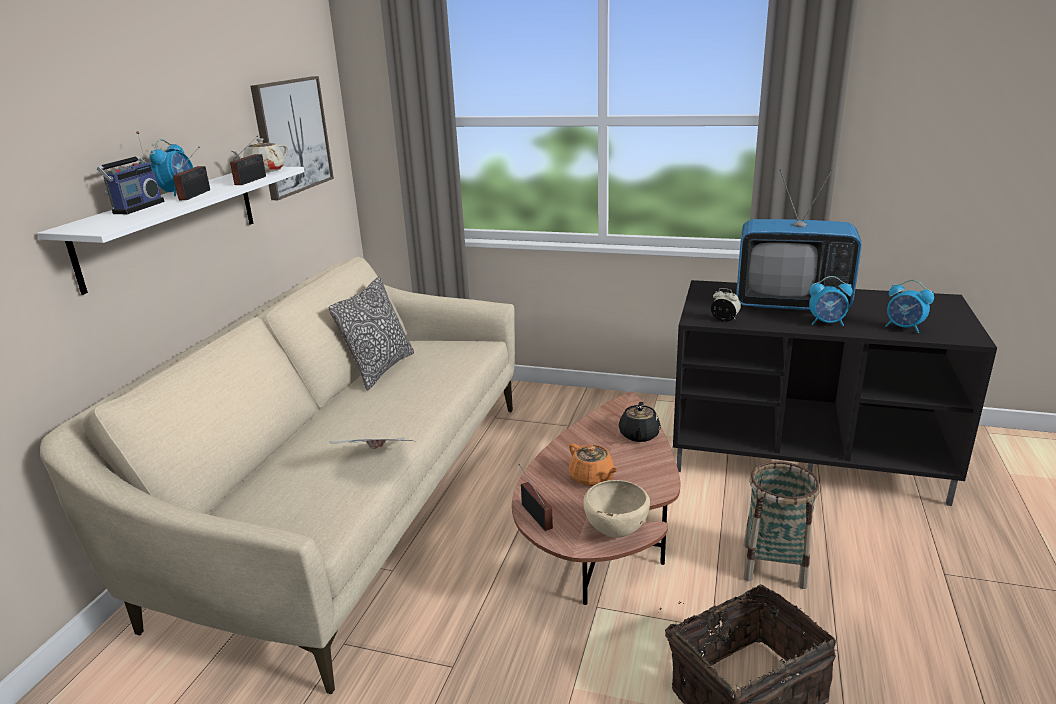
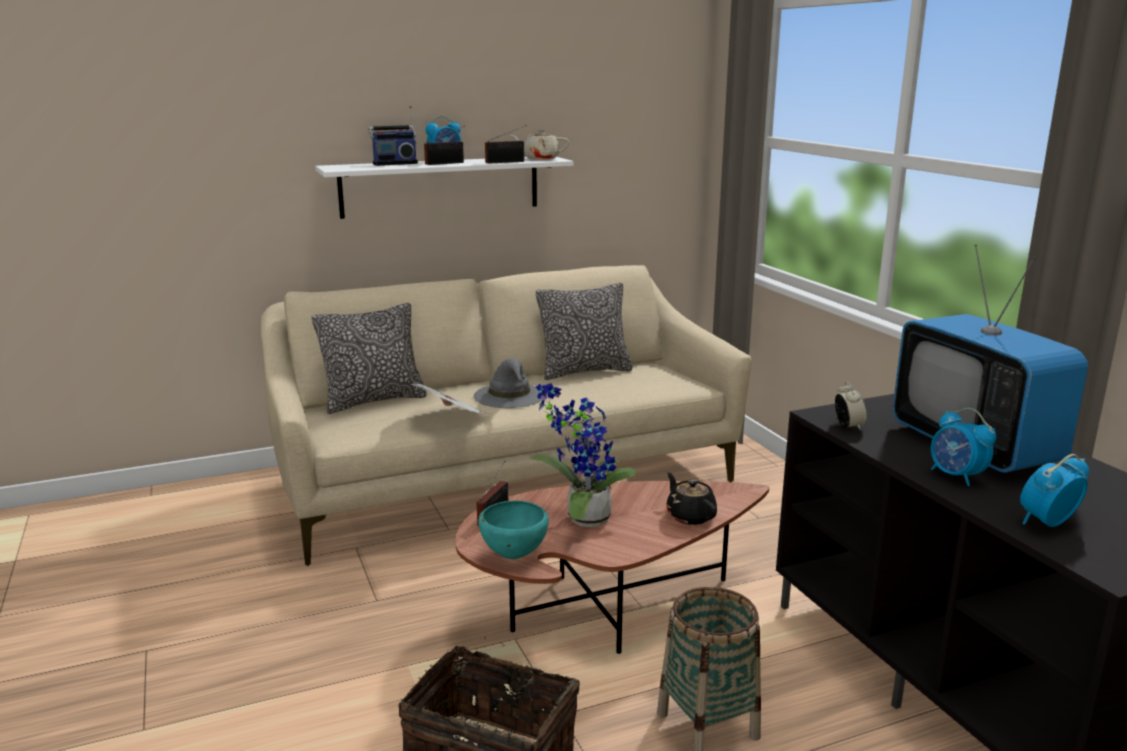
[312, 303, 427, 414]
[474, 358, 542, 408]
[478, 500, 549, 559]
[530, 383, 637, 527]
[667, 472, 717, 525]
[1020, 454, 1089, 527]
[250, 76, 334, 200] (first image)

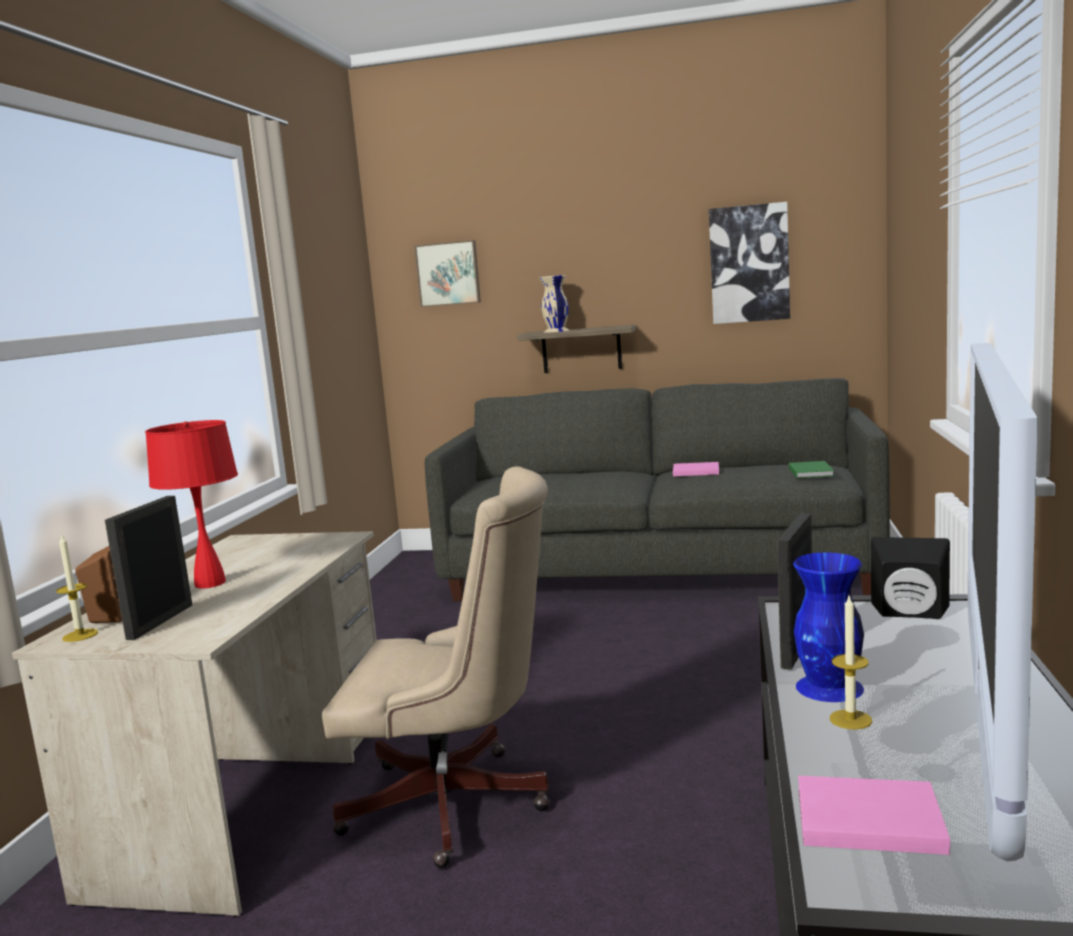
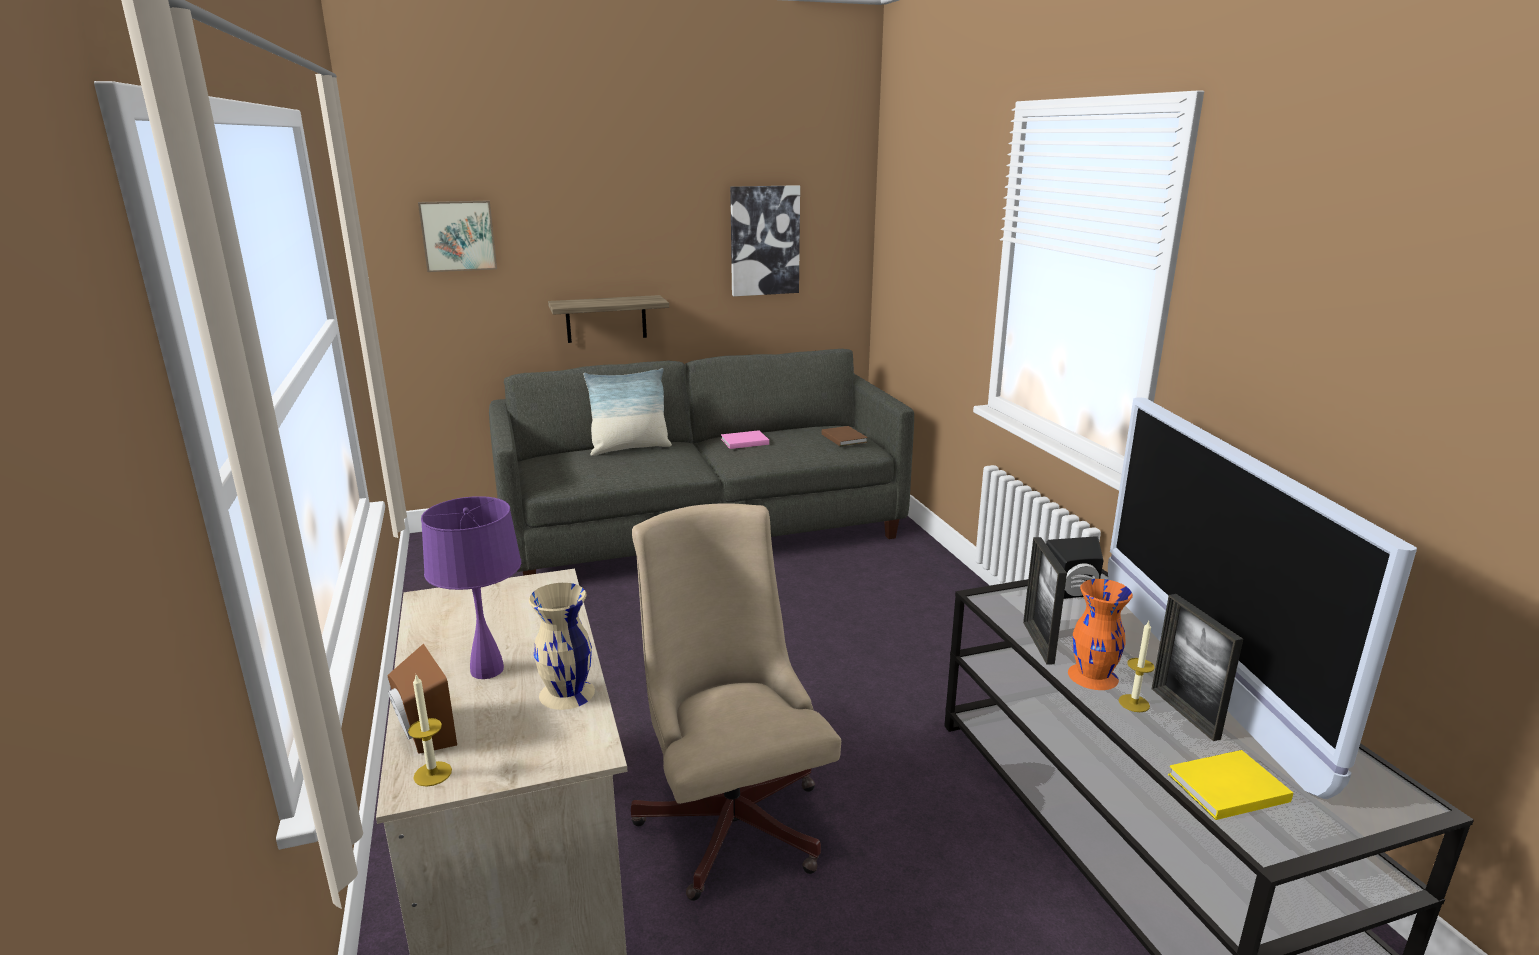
[421, 496, 521, 679]
[529, 583, 595, 710]
[584, 368, 672, 456]
[631, 503, 841, 901]
[822, 426, 868, 446]
[1068, 579, 1133, 690]
[1152, 594, 1243, 741]
[1168, 750, 1293, 820]

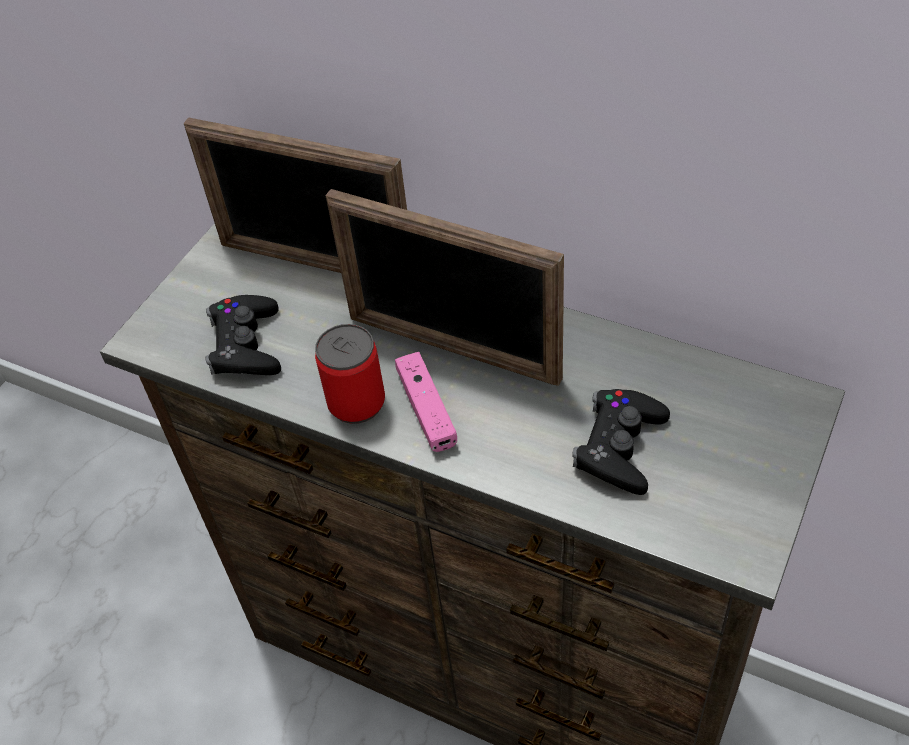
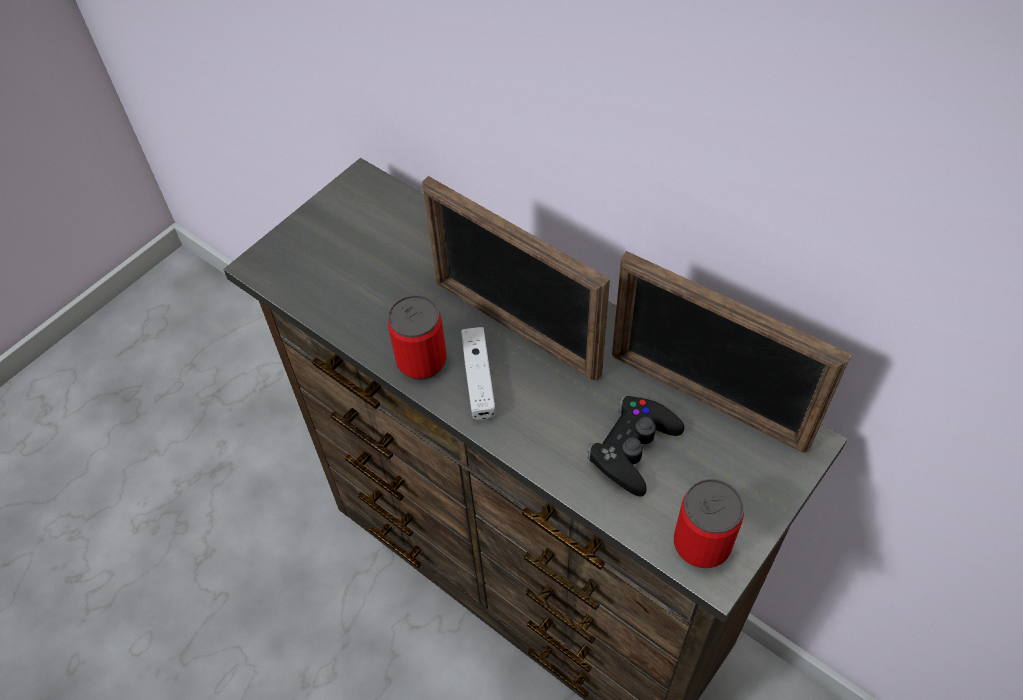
[461, 327, 496, 420]
[612, 251, 852, 453]
[674, 479, 744, 568]
[205, 295, 281, 375] (first image)

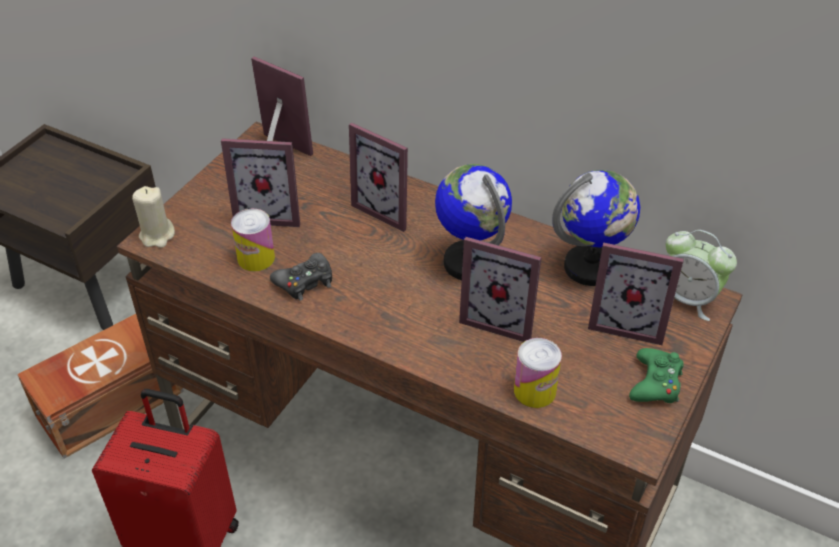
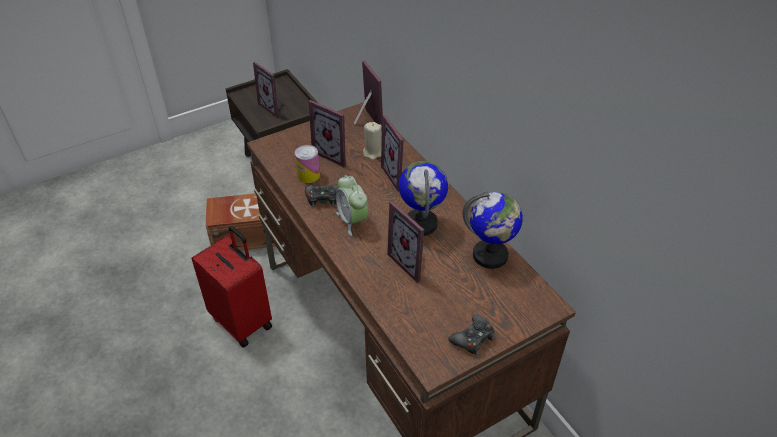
[253, 62, 281, 118]
[336, 175, 368, 236]
[363, 122, 382, 160]
[448, 314, 495, 355]
[514, 338, 562, 408] (first image)

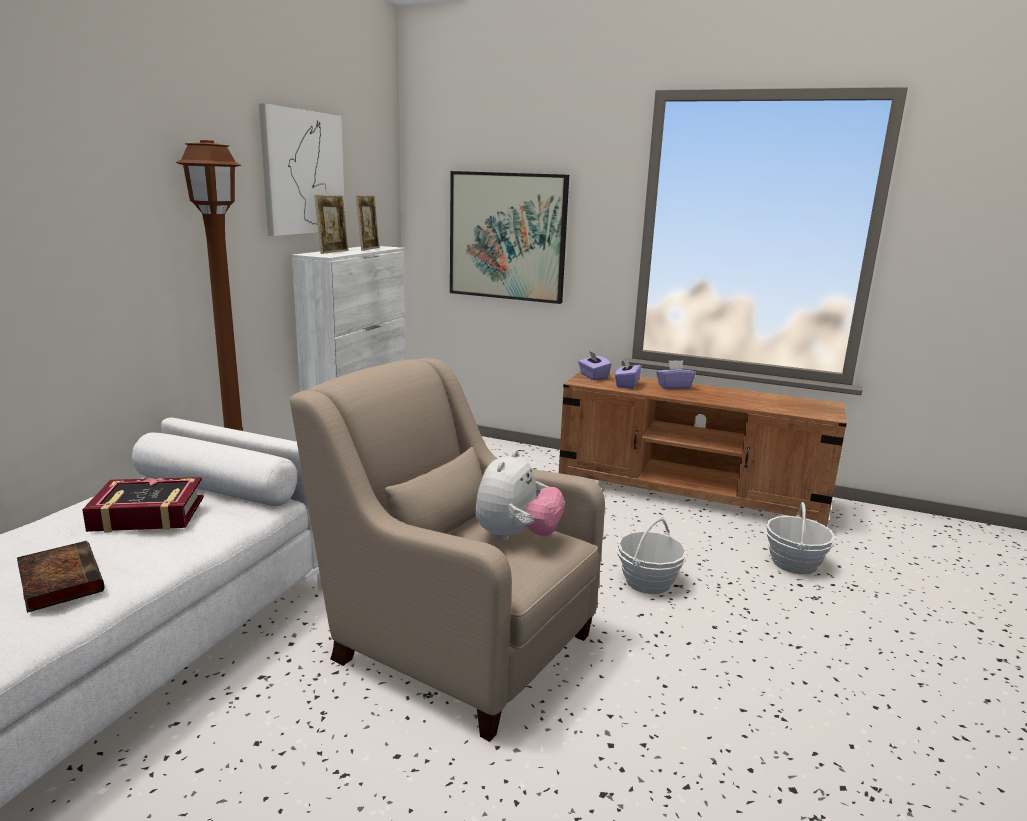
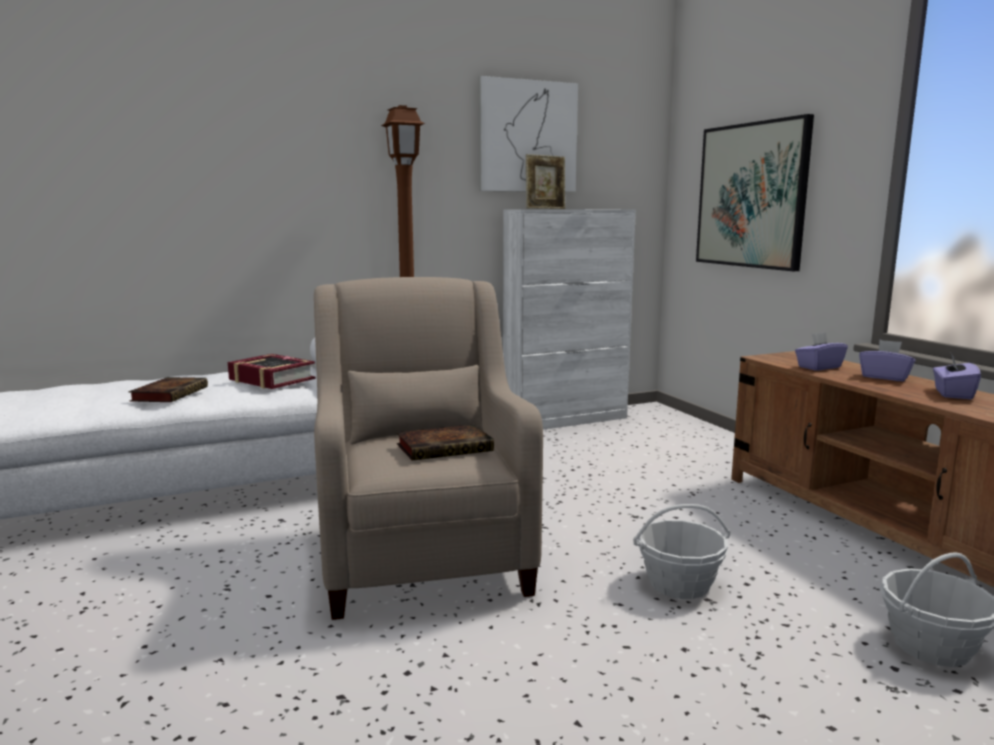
[397, 424, 494, 461]
[933, 354, 981, 399]
[356, 195, 379, 251] (first image)

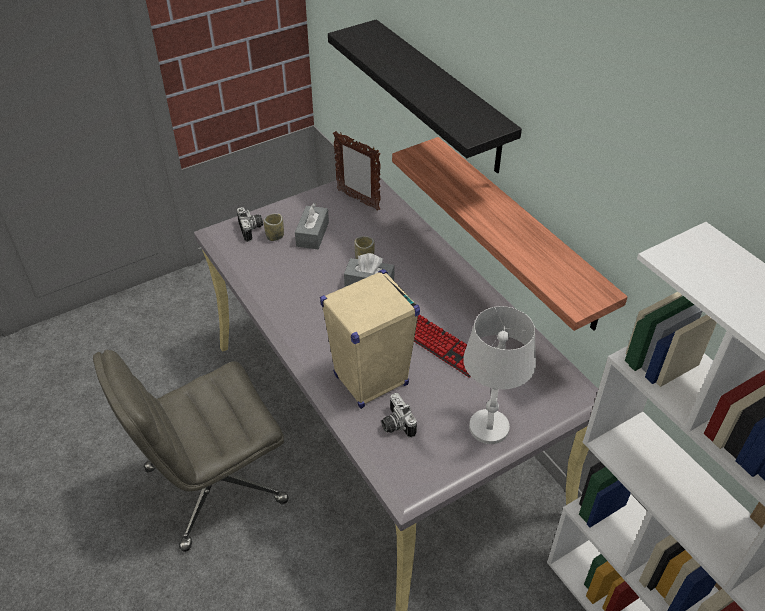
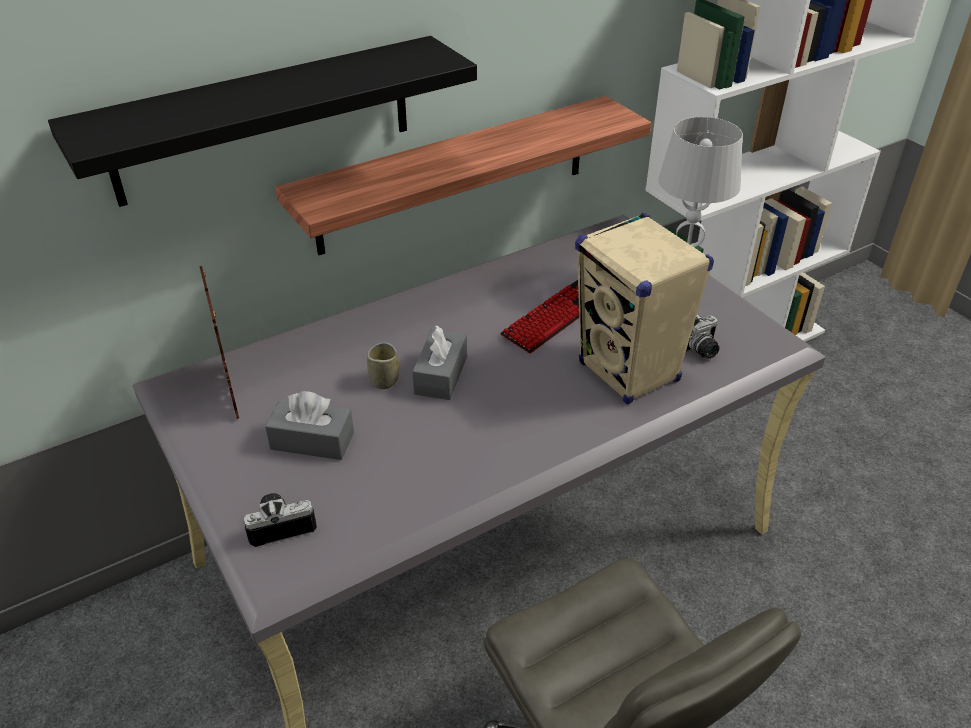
[199, 266, 239, 419]
[264, 213, 284, 241] (first image)

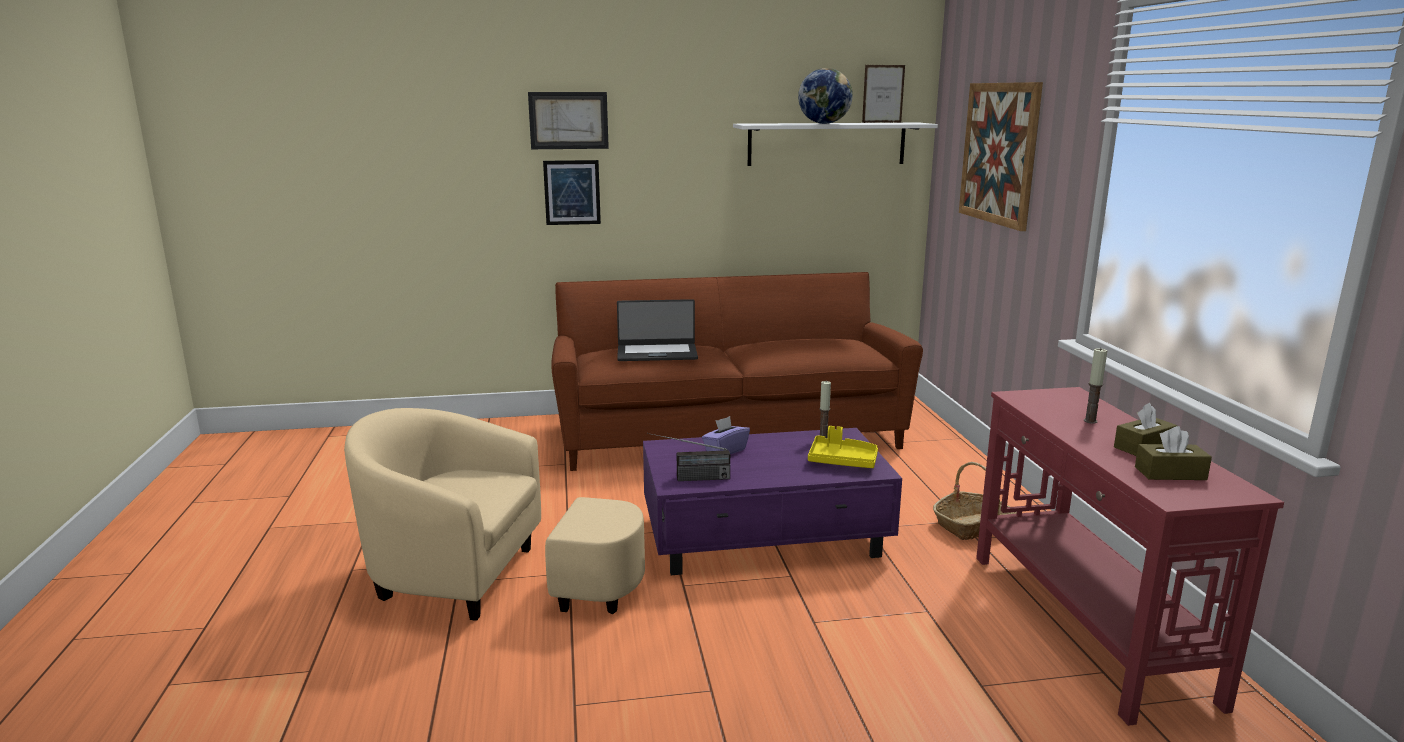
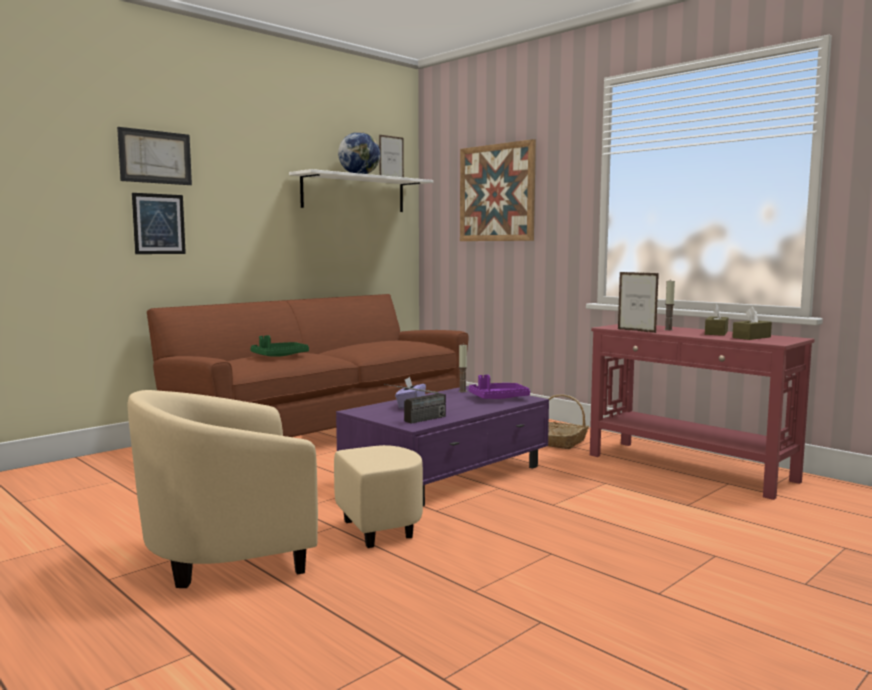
[250, 335, 309, 357]
[469, 375, 530, 399]
[618, 272, 659, 333]

